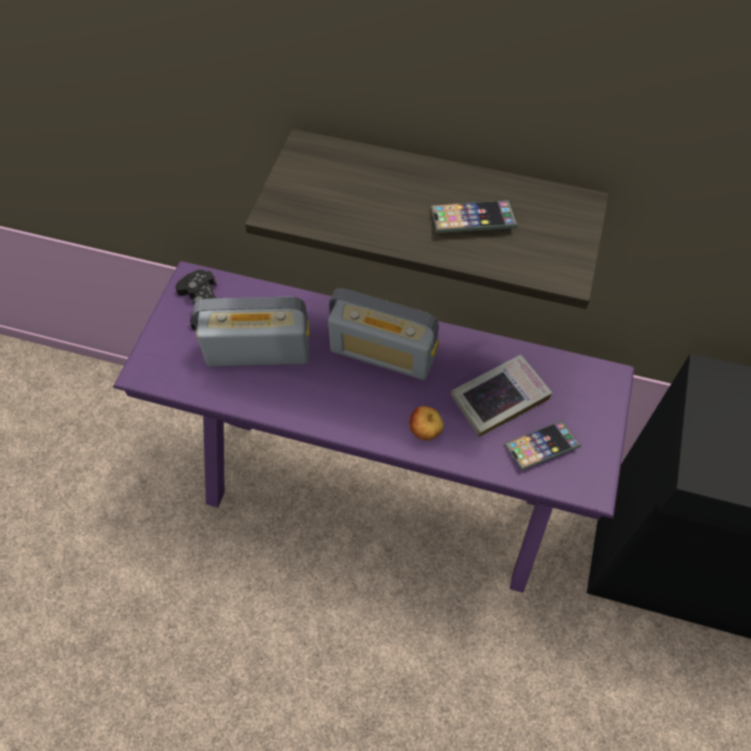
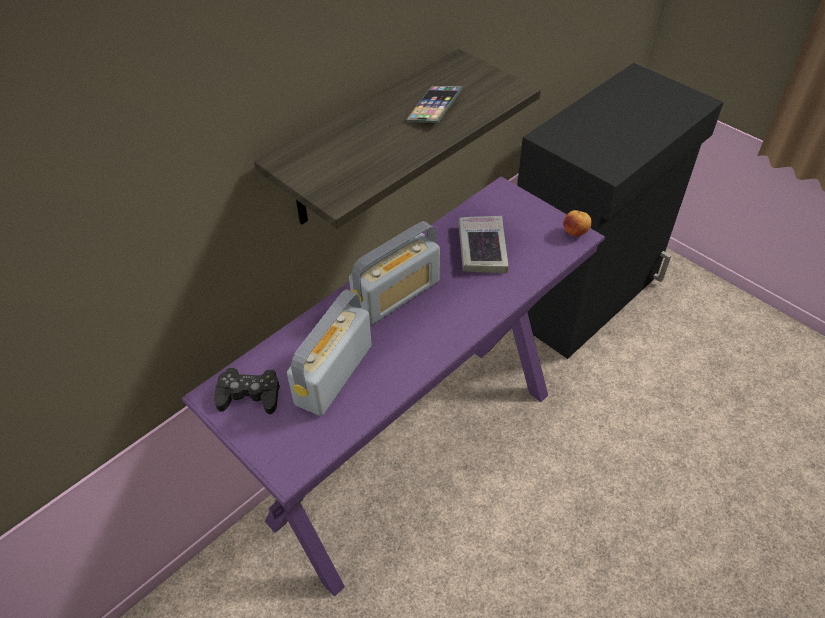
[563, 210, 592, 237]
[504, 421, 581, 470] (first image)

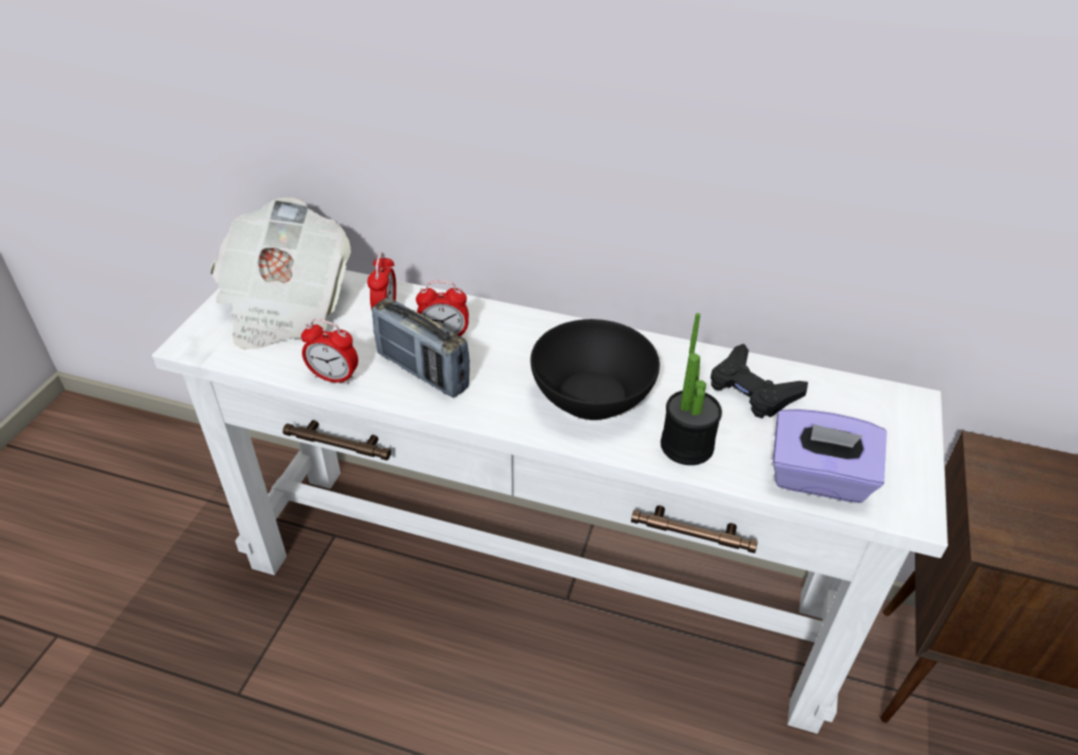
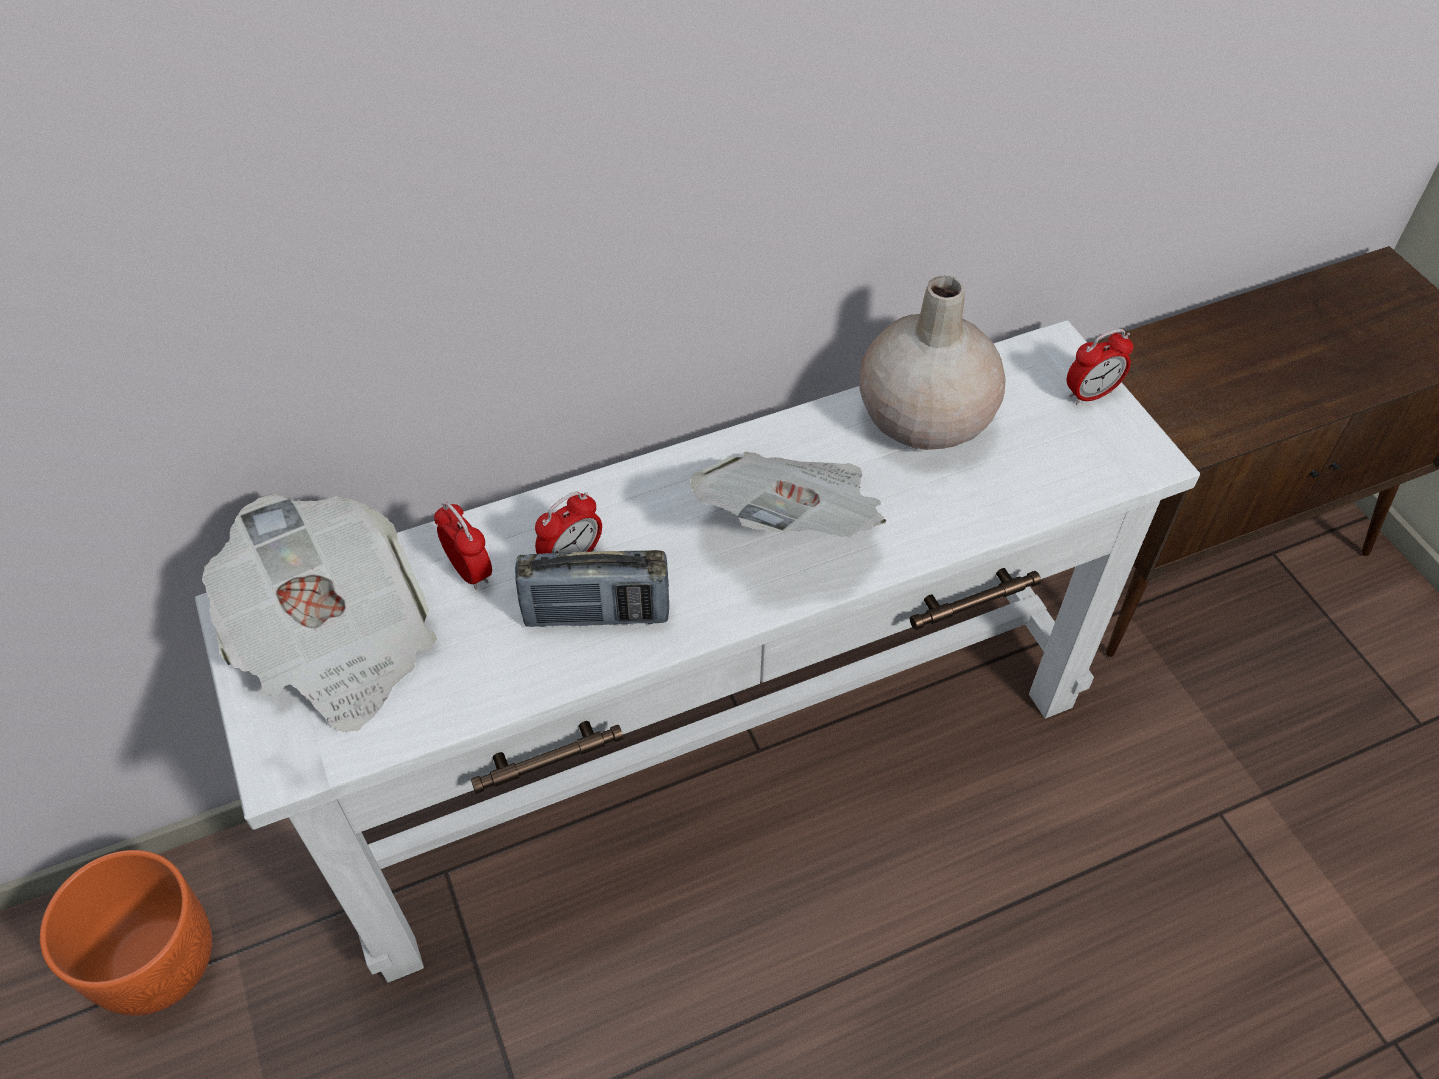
[40, 850, 212, 1016]
[690, 452, 886, 537]
[859, 276, 1006, 450]
[1067, 329, 1134, 405]
[661, 313, 722, 465] (first image)
[773, 409, 887, 503] (first image)

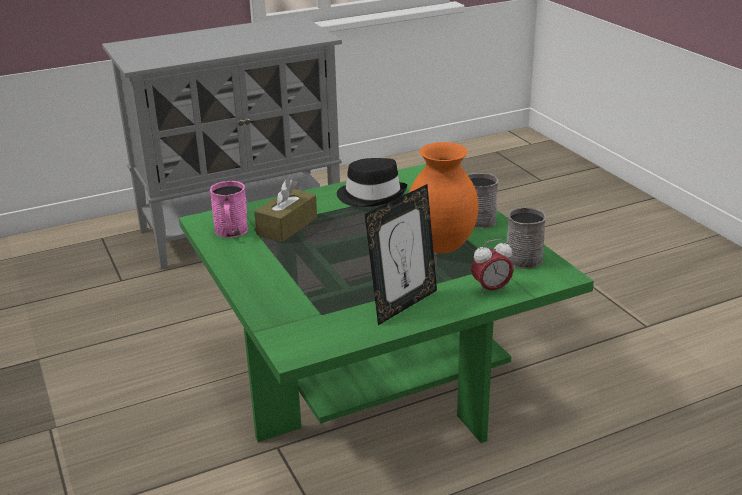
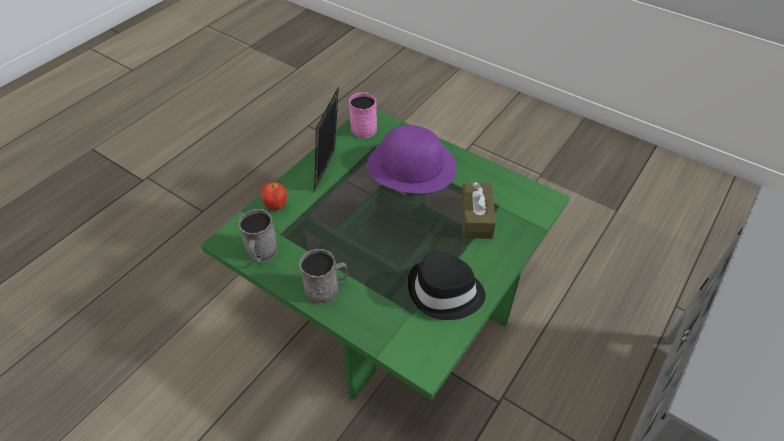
[261, 182, 287, 210]
[349, 92, 377, 138]
[367, 125, 457, 193]
[409, 142, 478, 253] (first image)

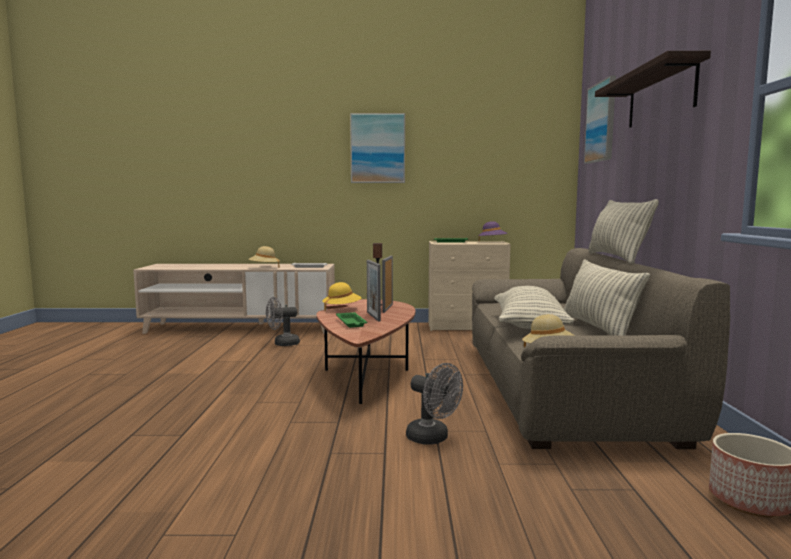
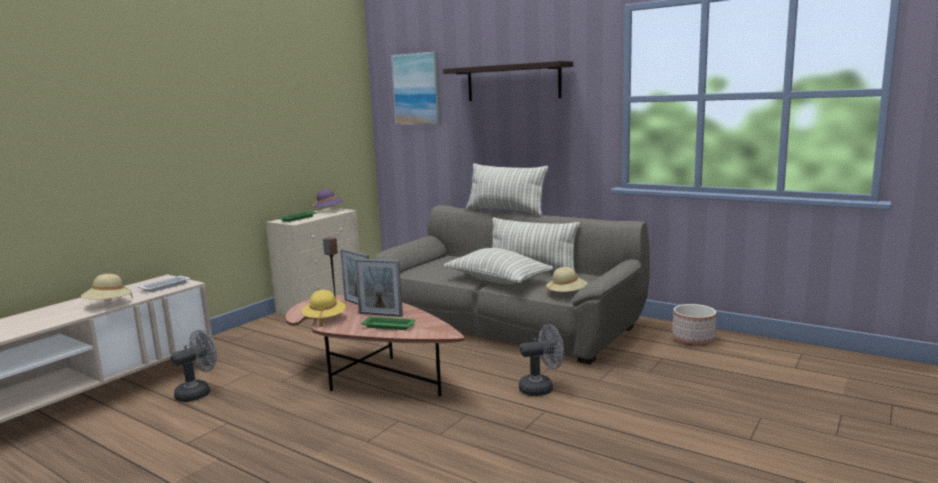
[171, 330, 217, 402]
[350, 113, 405, 183] (first image)

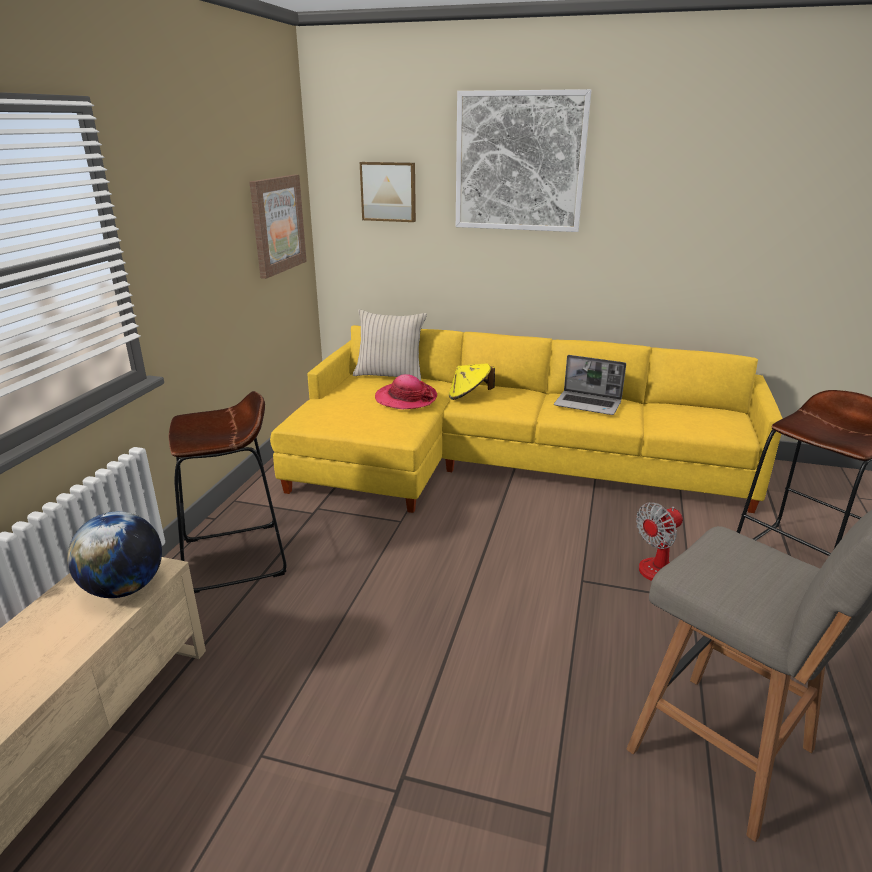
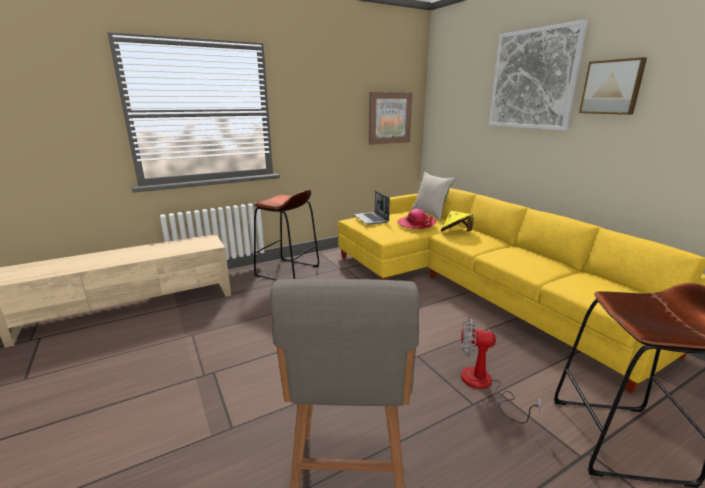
[354, 191, 390, 225]
[579, 57, 647, 115]
[67, 511, 162, 598] (first image)

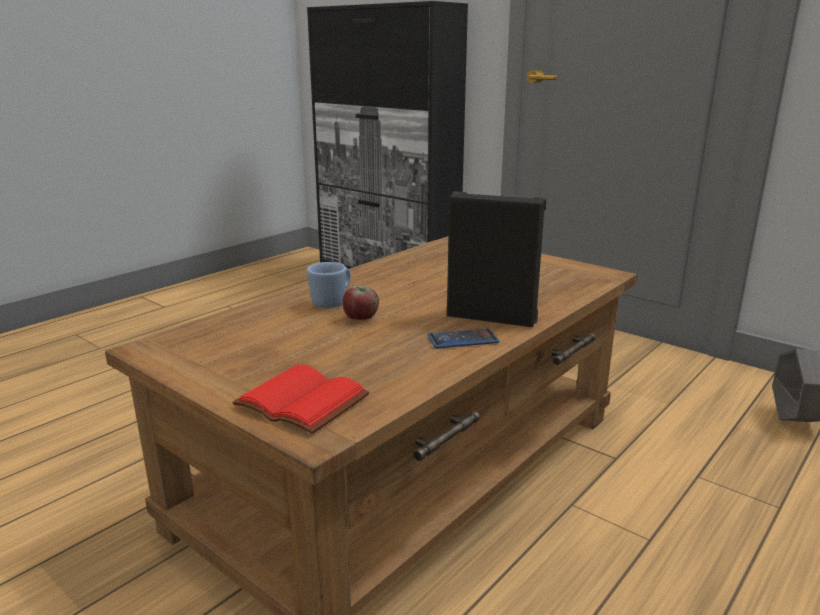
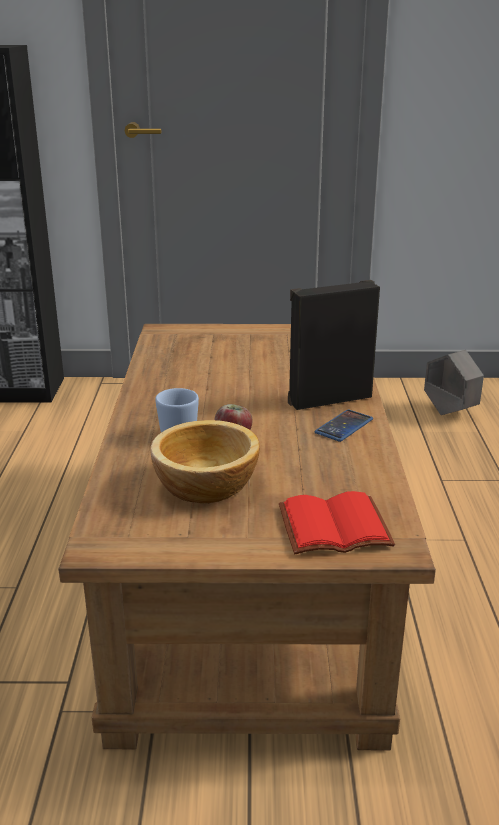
[151, 420, 260, 503]

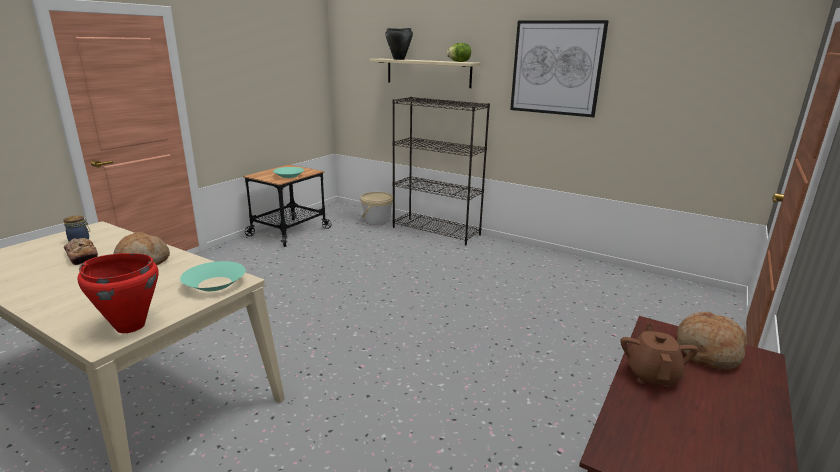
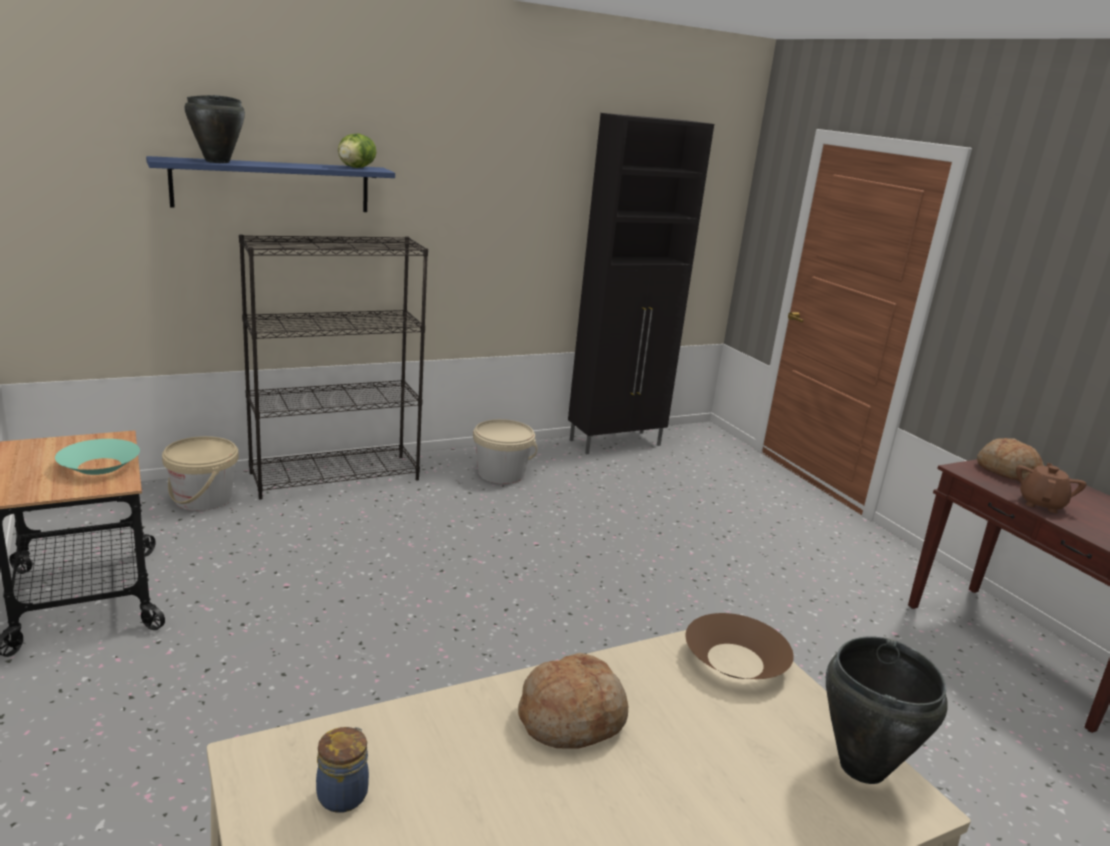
[146, 156, 395, 212]
[473, 419, 538, 484]
[568, 113, 714, 454]
[685, 613, 794, 679]
[826, 636, 948, 784]
[1016, 463, 1086, 513]
[64, 238, 98, 265] (first image)
[510, 20, 609, 117] (first image)

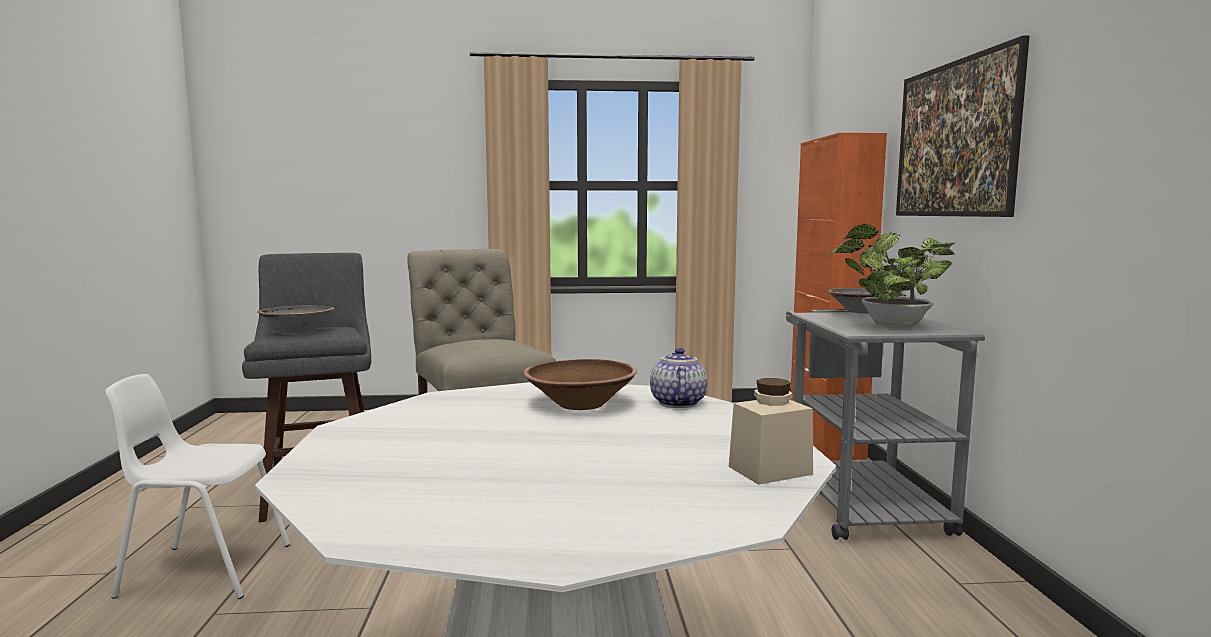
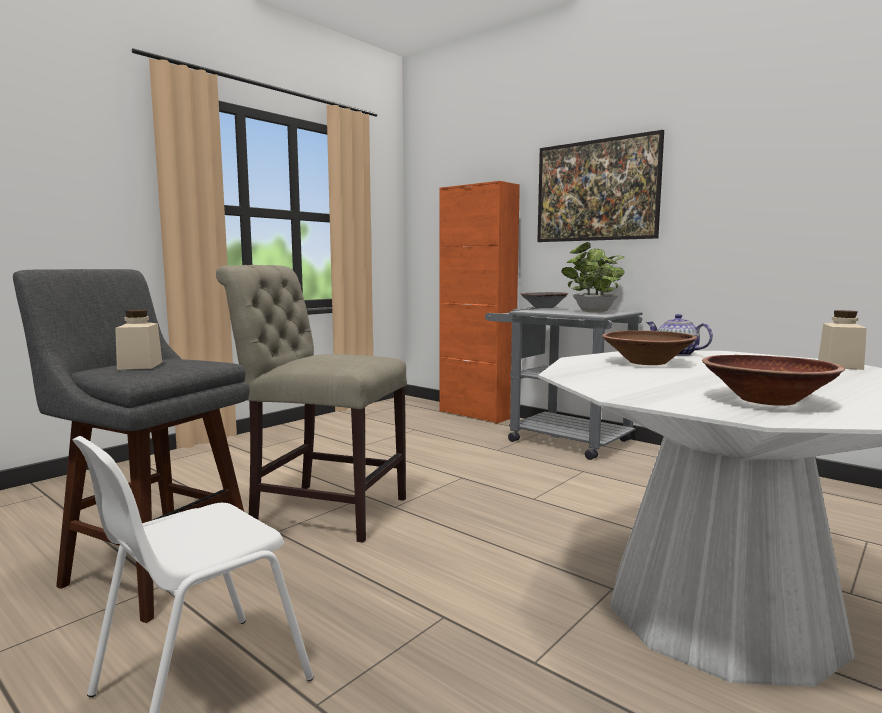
[115, 310, 162, 370]
[702, 355, 845, 406]

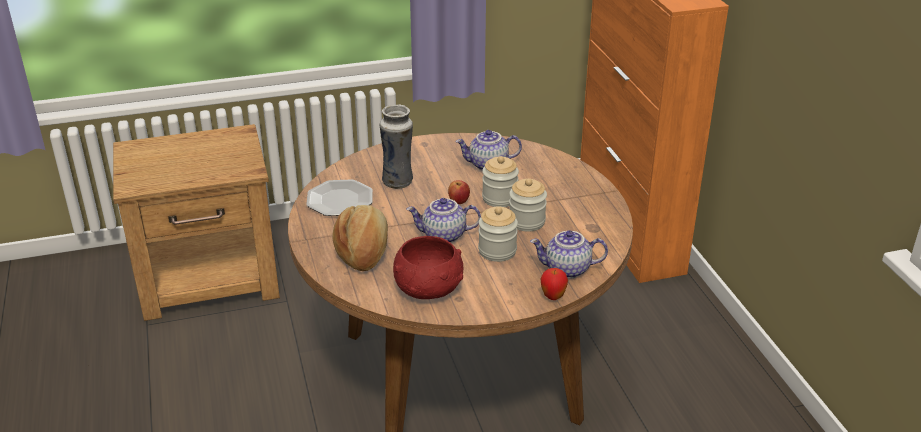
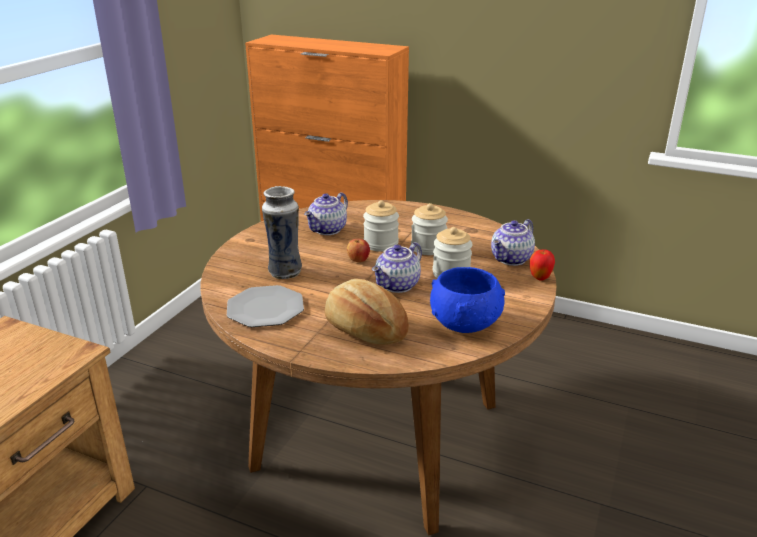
[430, 267, 505, 333]

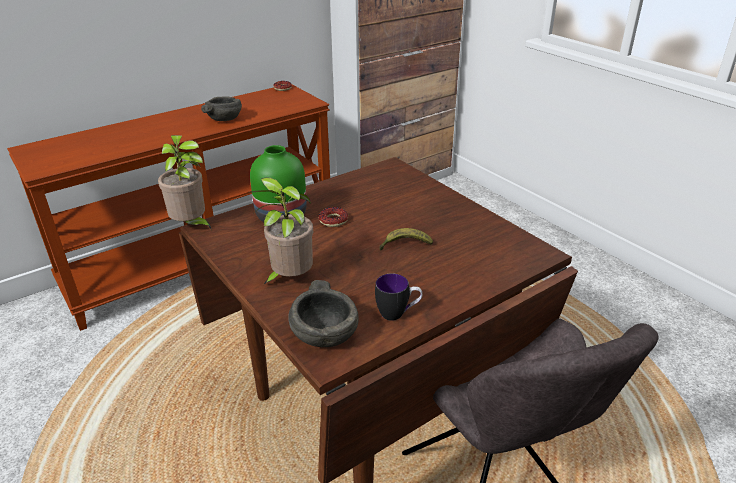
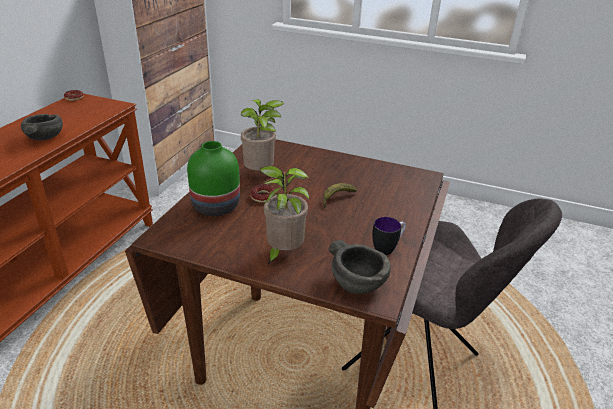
[241, 99, 284, 171]

